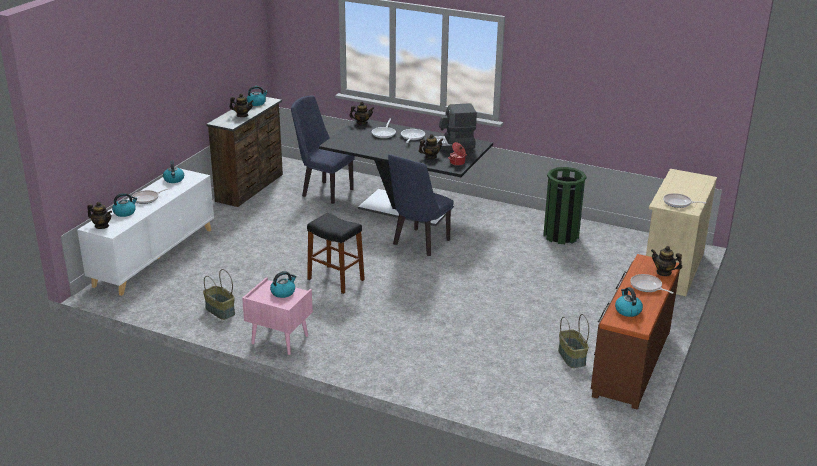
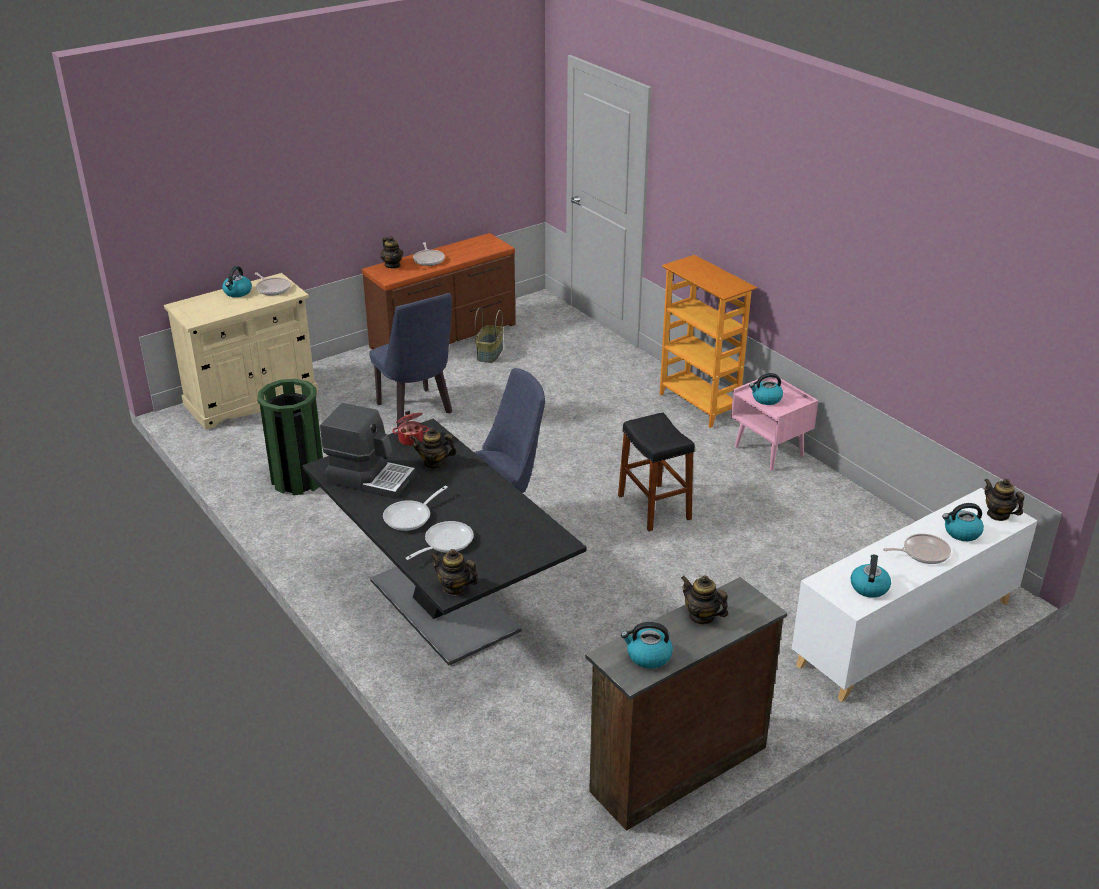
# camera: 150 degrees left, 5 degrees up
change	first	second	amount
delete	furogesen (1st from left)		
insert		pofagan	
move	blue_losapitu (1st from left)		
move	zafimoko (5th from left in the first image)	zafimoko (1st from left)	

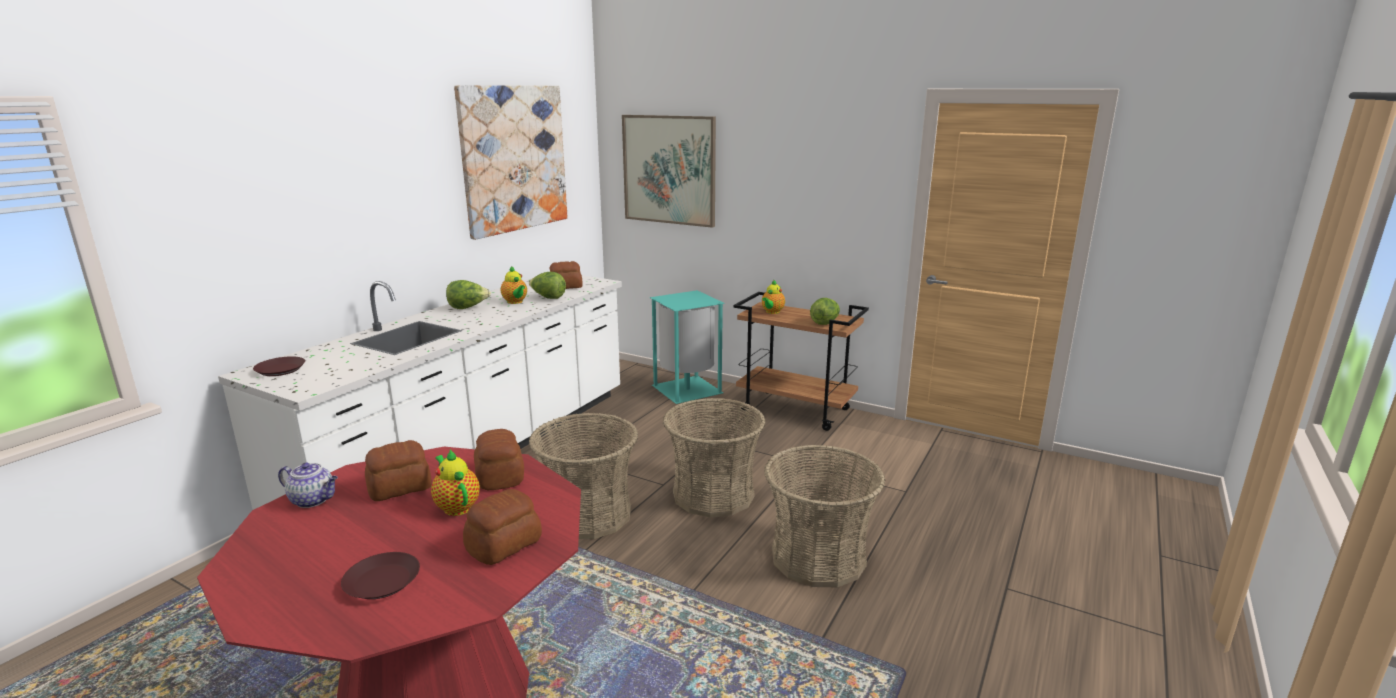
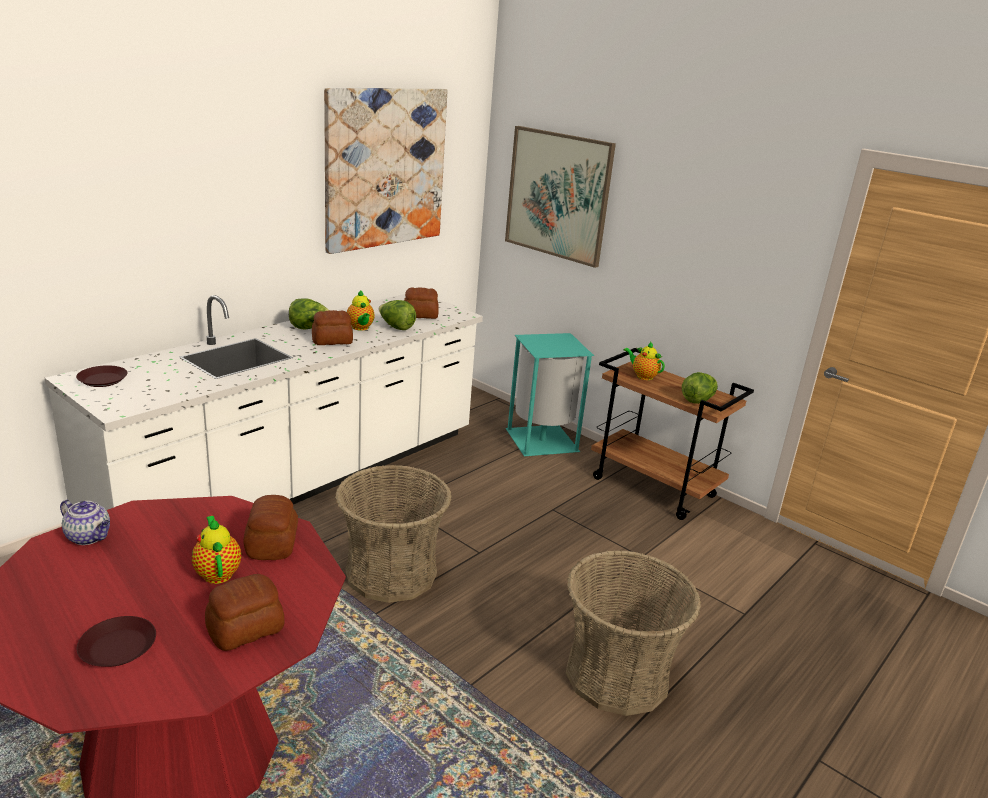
# camera: 10 degrees right, 5 degrees up
change	first	second	amount
delete	furogesen (2nd from left)		
move	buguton (1st from left in the first image)	buguton (3rd from left)	
rotate	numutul (4th from left)		90 degrees clockwise

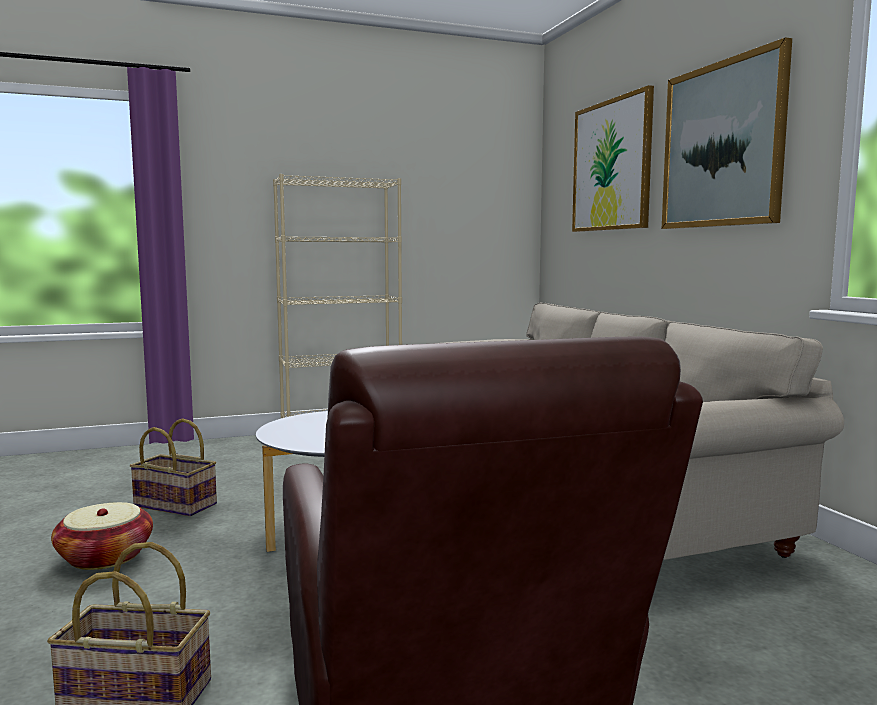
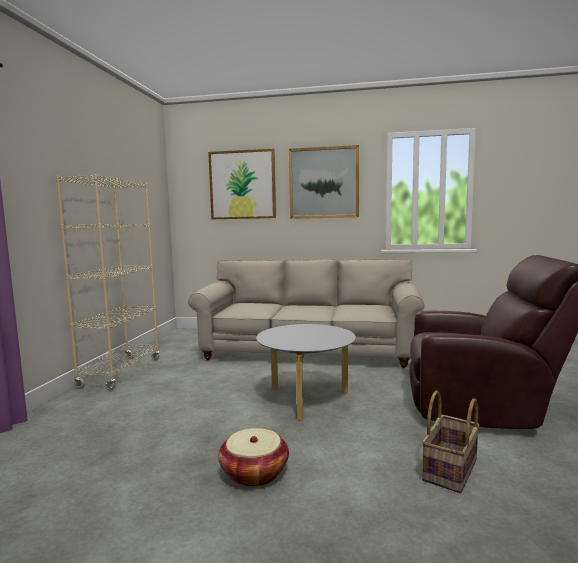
# camera: 60 degrees left, 0 degrees up
change	first	second	amount
delete	furogesen (3rd from left)		

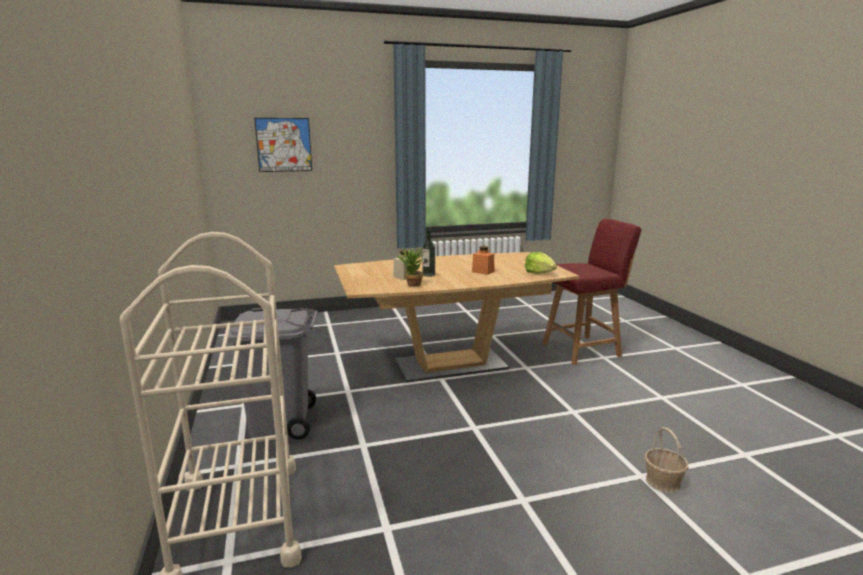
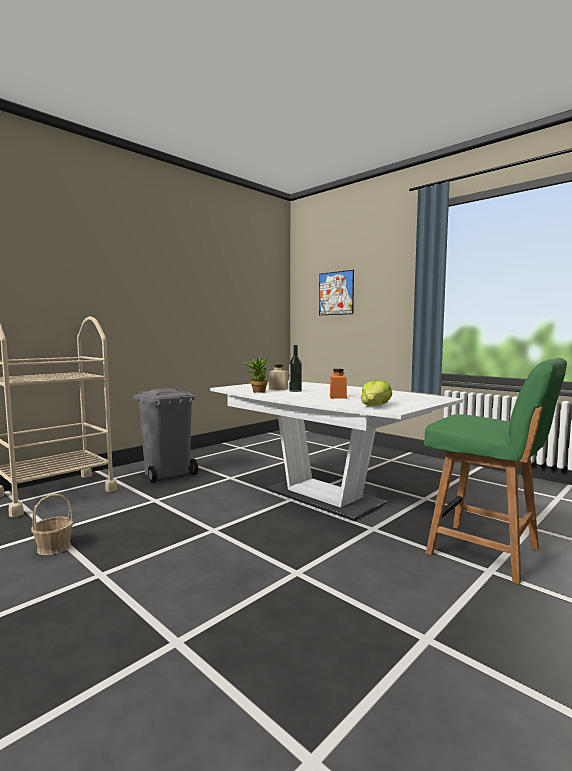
# camera: 60 degrees right, 10 degrees down
change	first	second	amount
move	furogesen		
recolor	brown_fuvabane	white_fuvabane	
recolor	red_losapitu	green_losapitu	

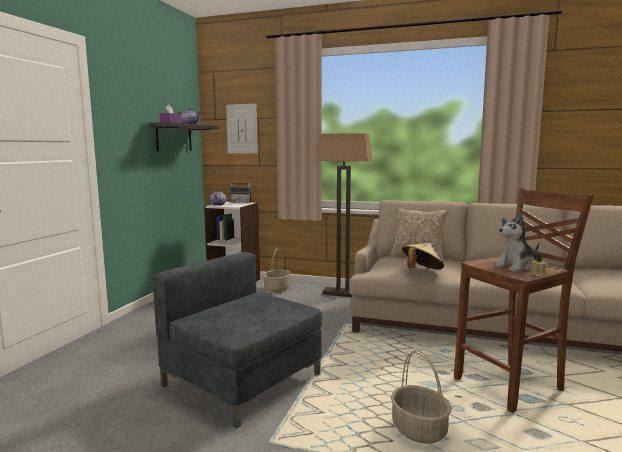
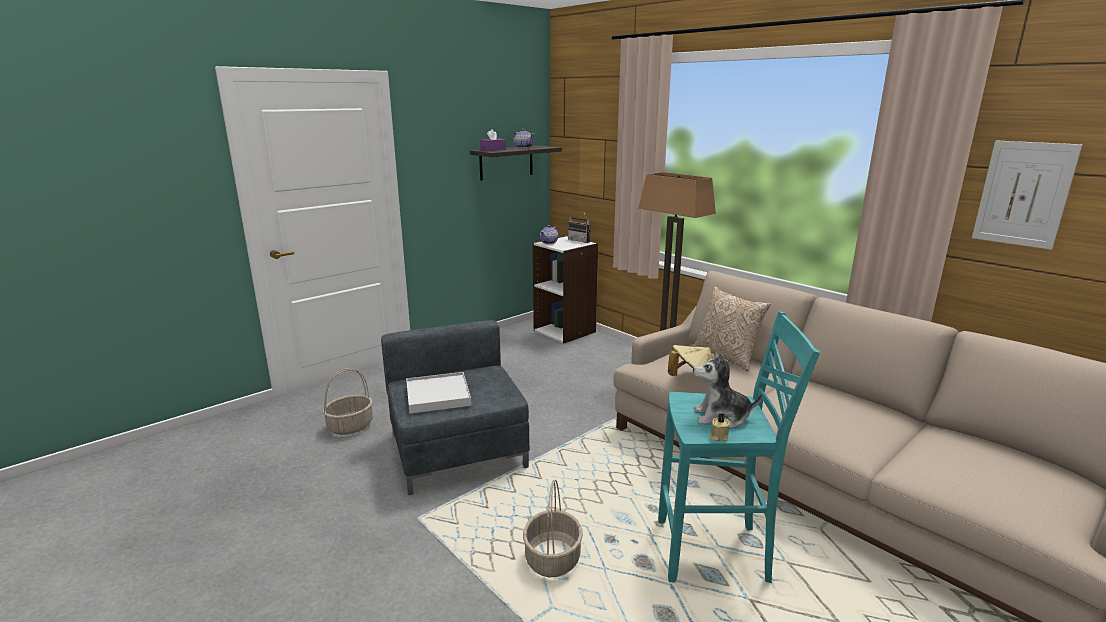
# camera: 30 degrees right, 10 degrees up
change	first	second	amount
insert		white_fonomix	
move	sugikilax		
move	furogesen (1st from left)		
recolor	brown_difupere	turquoise_difupere	

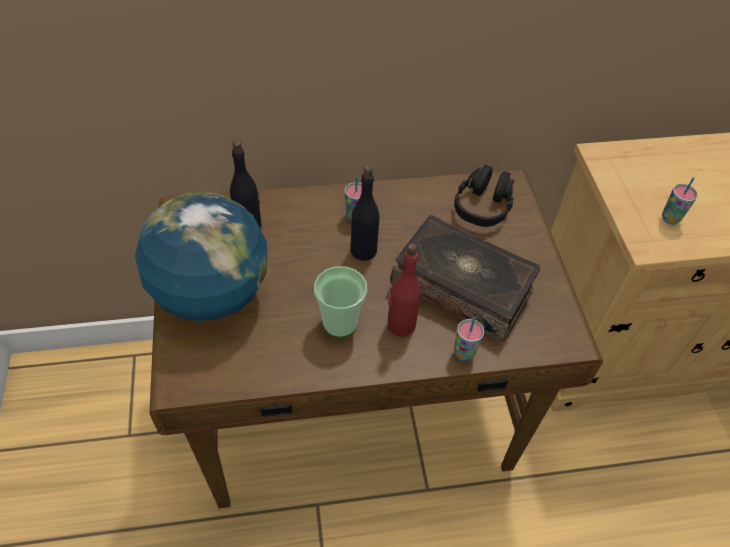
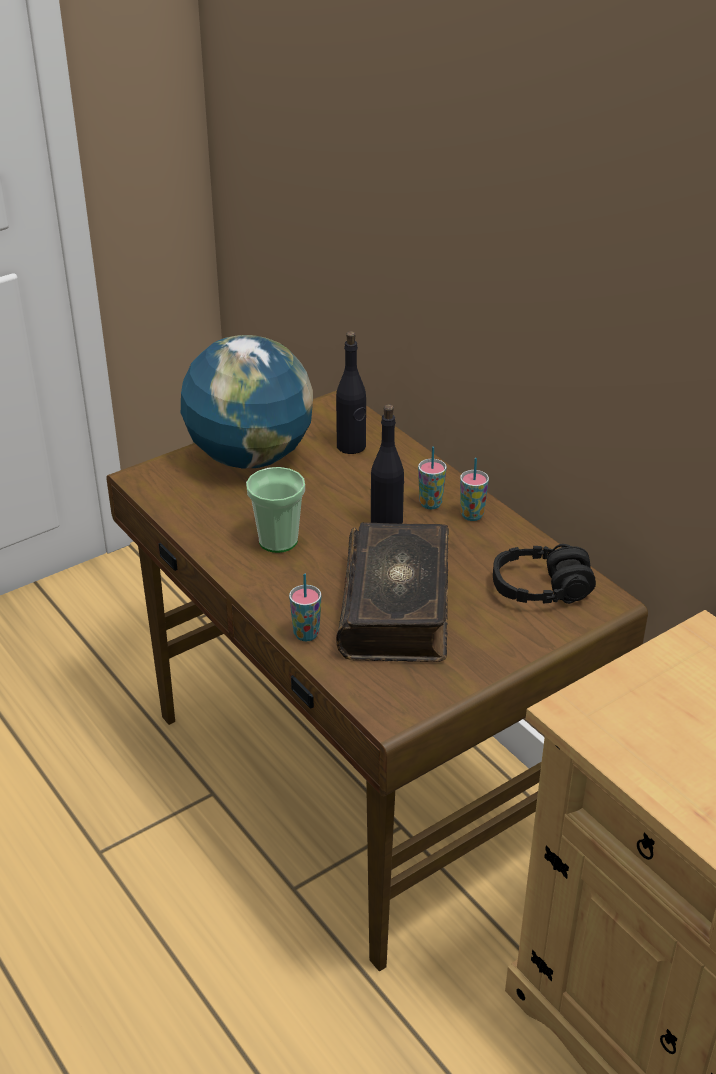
# camera: 65 degrees right, 15 degrees down
change	first	second	amount
delete	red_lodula		
move	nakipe (4th from left)		

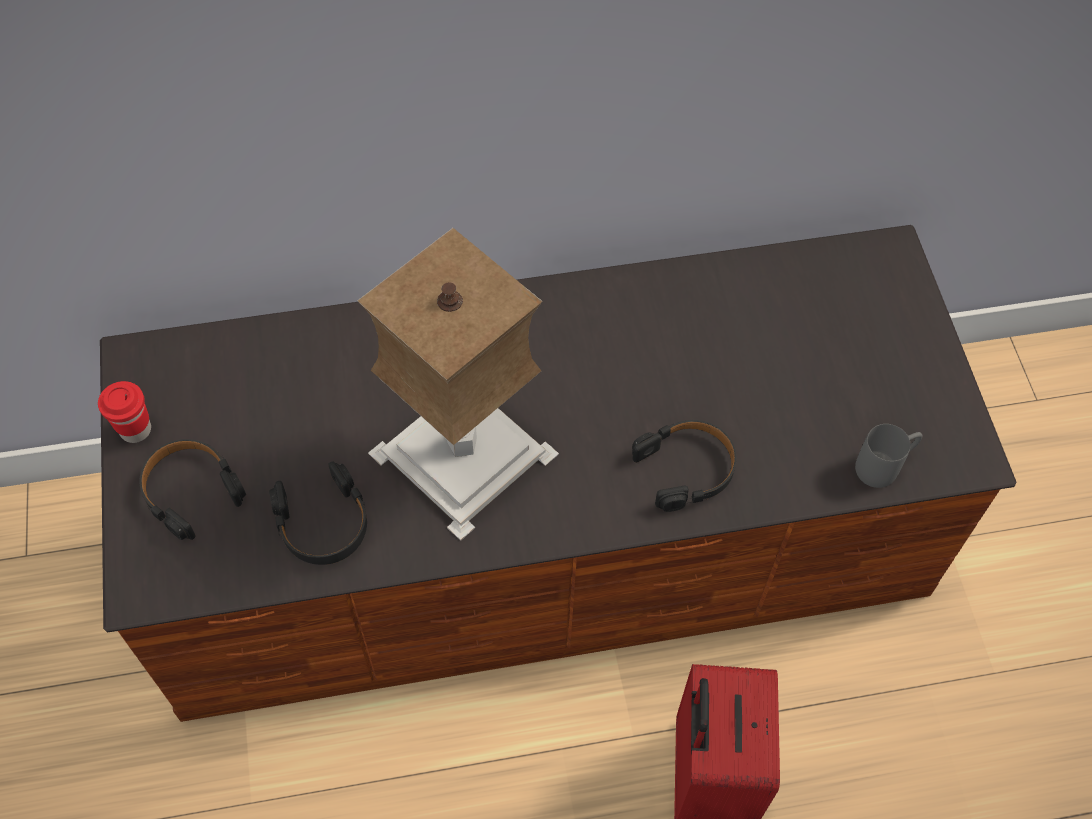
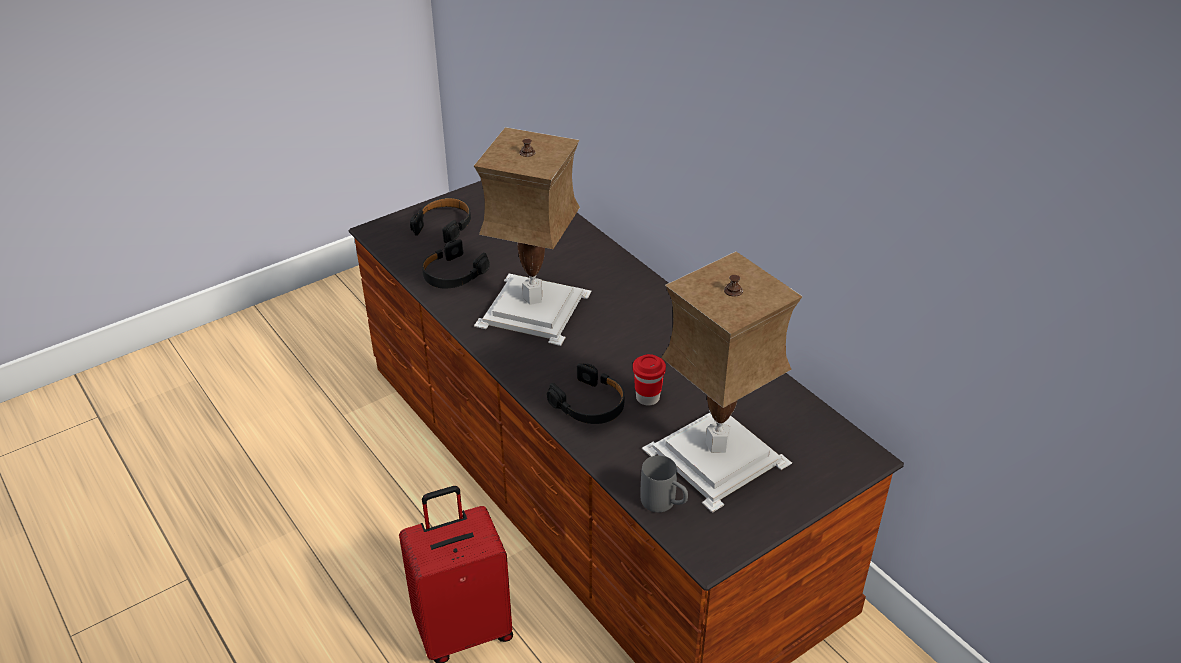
# camera: 65 degrees right, 20 degrees down
change	first	second	amount
insert		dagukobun (2nd from left)	
move	red_nakipe		

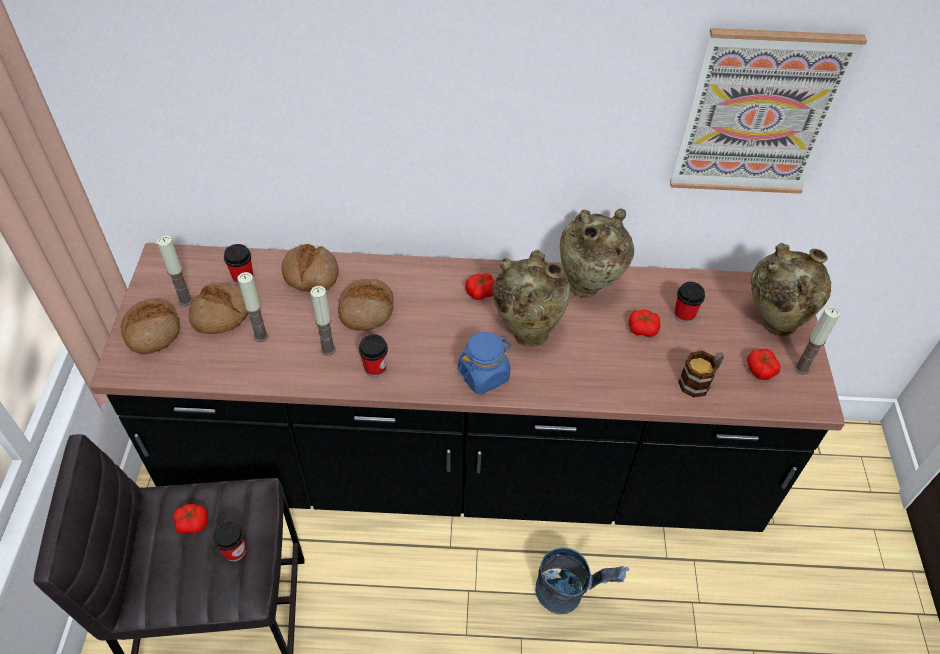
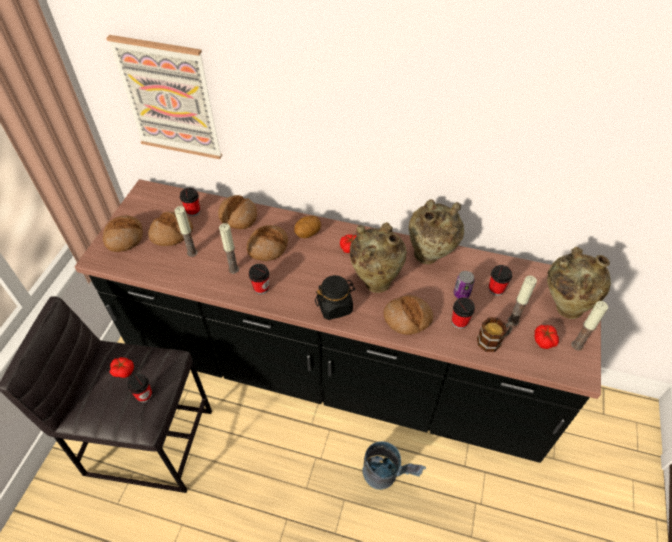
# camera: 15 degrees right, 0 degrees up
change	first	second	amount
insert		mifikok	
insert		buguton (5th from left)	
insert		nakipe (4th from left)	
move	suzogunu (1st from left in the first image)	suzogunu (3rd from left)	
move	sugikilax		
replace	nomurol (3rd from left)	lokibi	
recolor	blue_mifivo	black_mifivo	

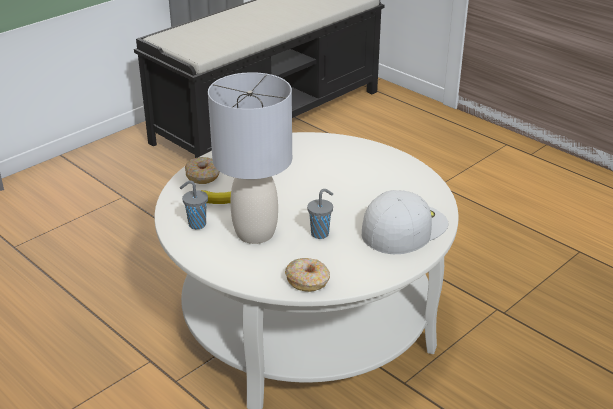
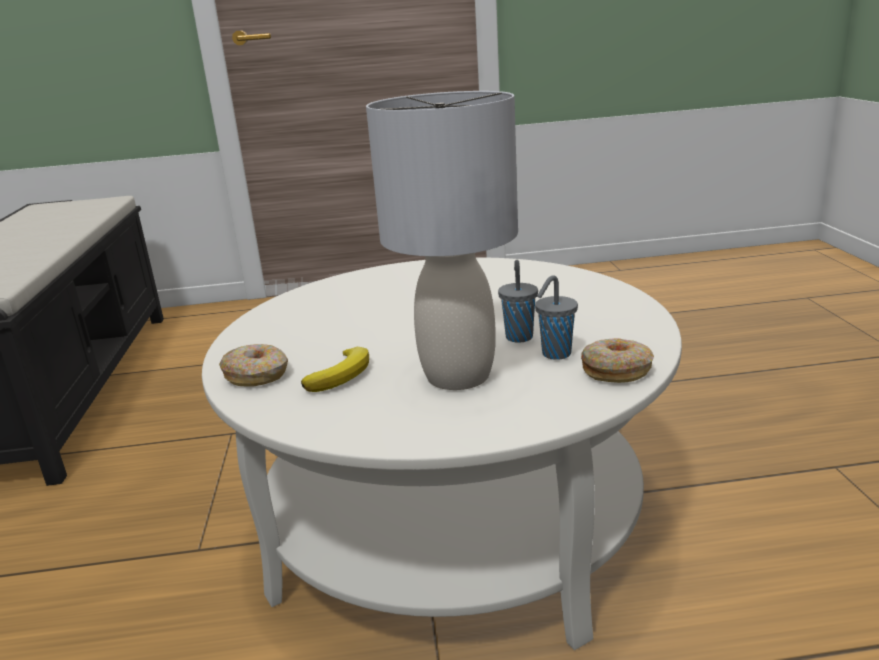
# camera: 50 degrees left, 10 degrees down
change	first	second	amount
delete	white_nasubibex		
move	grey_nakipe (1st from left in the first image)	grey_nakipe (2nd from left)	

